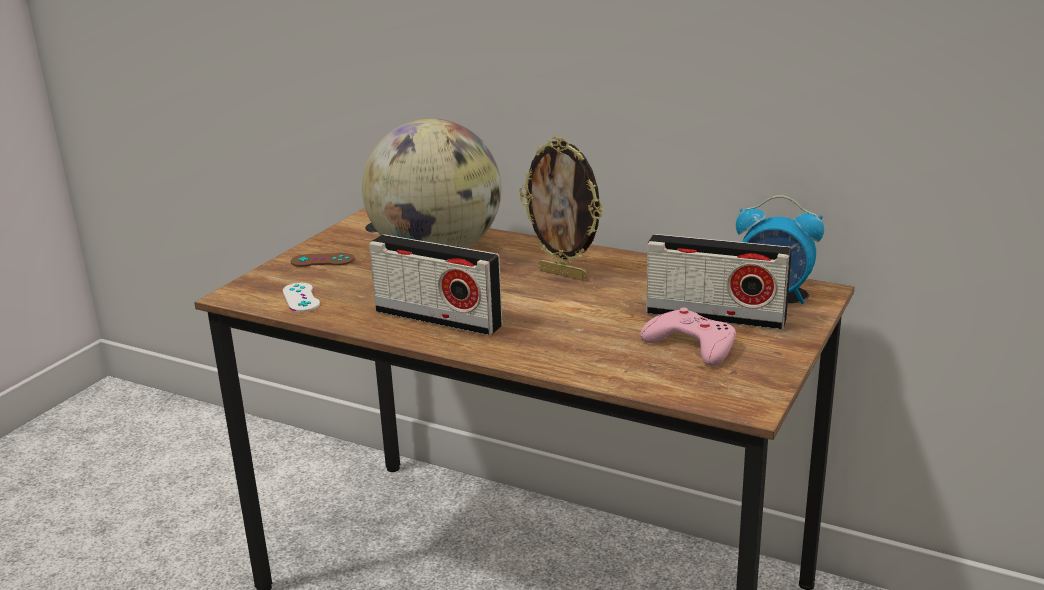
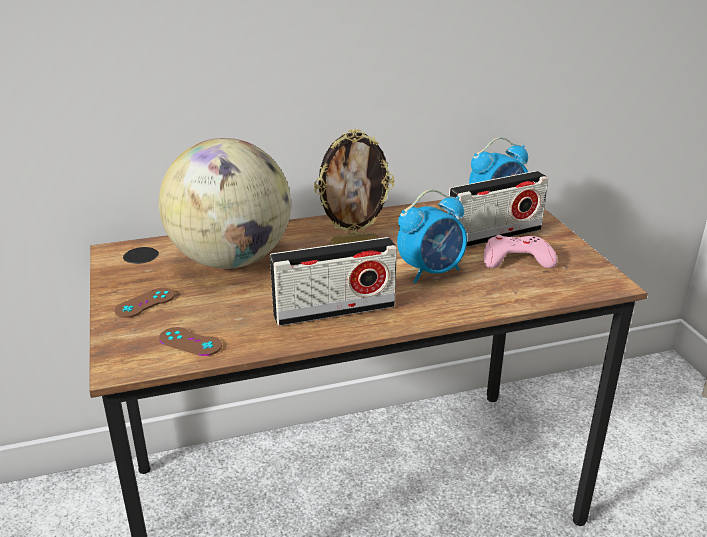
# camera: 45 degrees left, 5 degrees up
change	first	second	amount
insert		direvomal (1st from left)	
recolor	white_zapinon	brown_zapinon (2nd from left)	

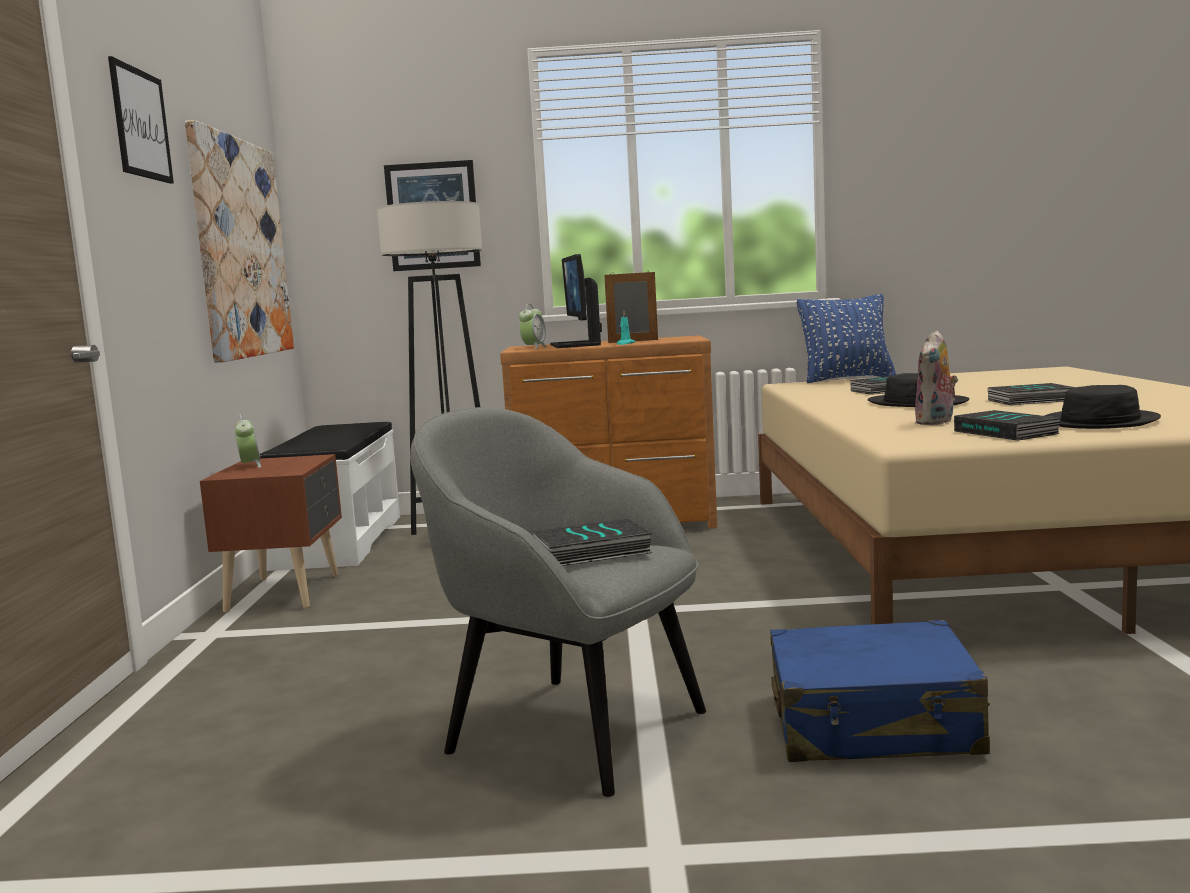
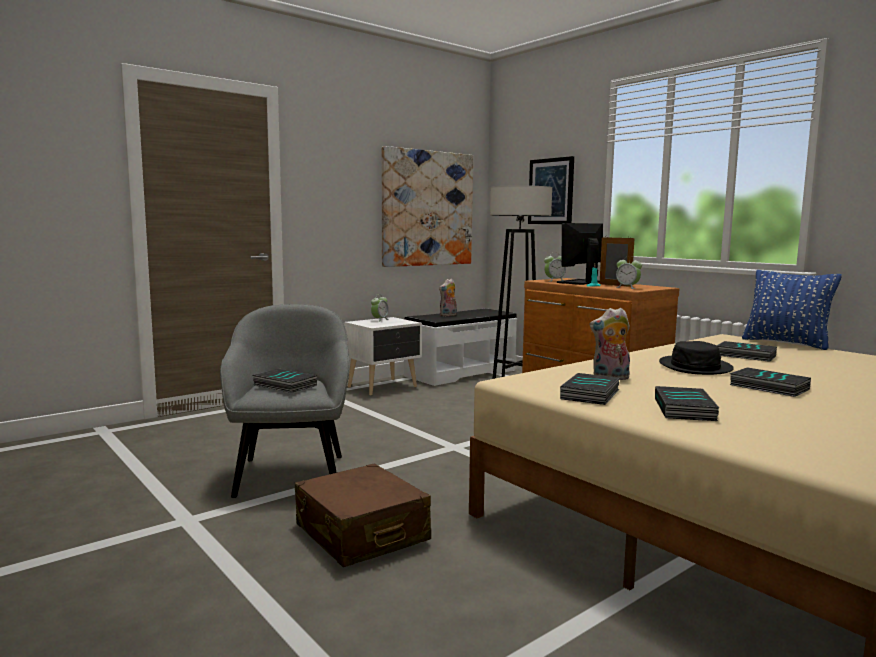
# camera: 50 degrees right, 0 degrees up
change	first	second	amount
delete	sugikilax (1st from left)		
insert		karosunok (1st from left)	
insert		direvomal (3rd from left)	
replace	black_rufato (2nd from left)	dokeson (3rd from left)	
recolor	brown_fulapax	white_fulapax	
recolor	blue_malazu	brown_malazu	

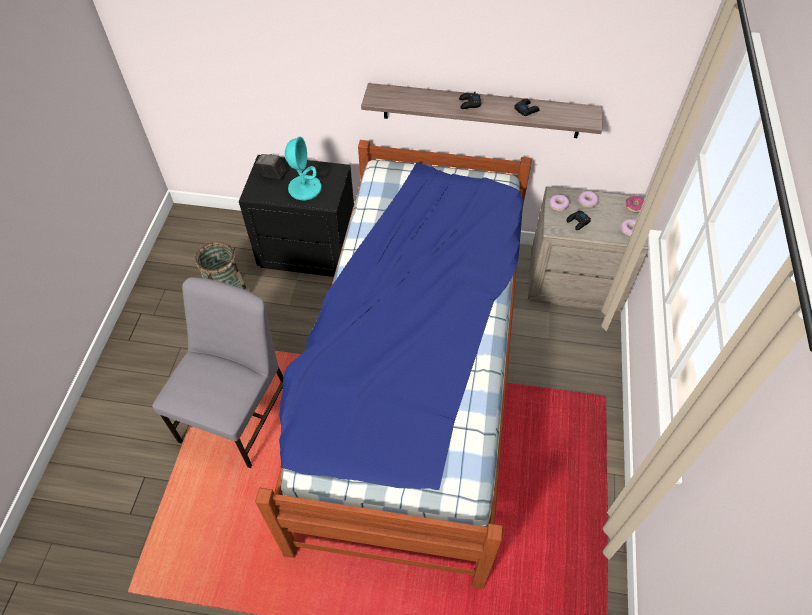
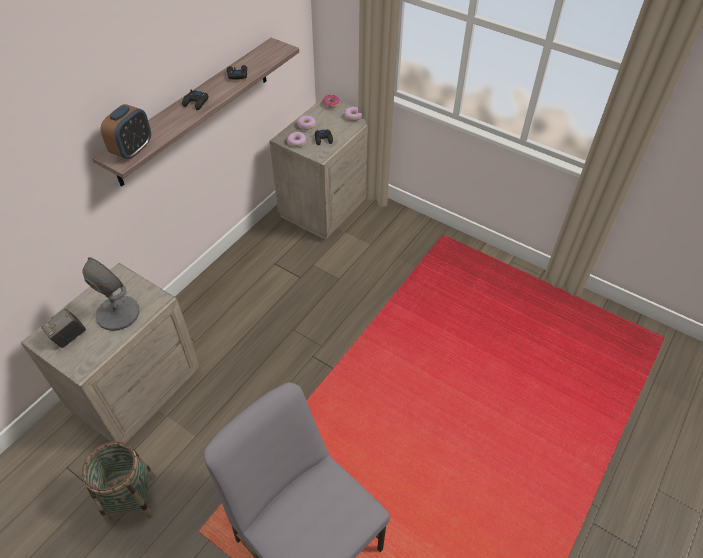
# camera: 65 degrees left, 5 degrees down
change	first	second	amount
delete	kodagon		
insert		direvomal	
recolor	black_fulapax	beige_fulapax (1st from left)	
recolor	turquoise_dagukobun	grey_dagukobun	

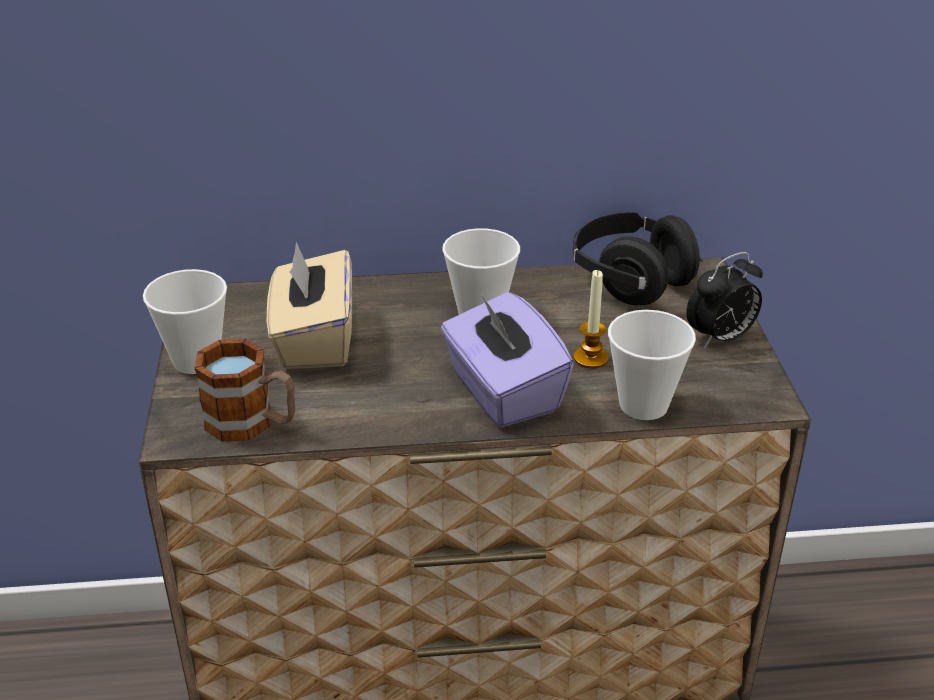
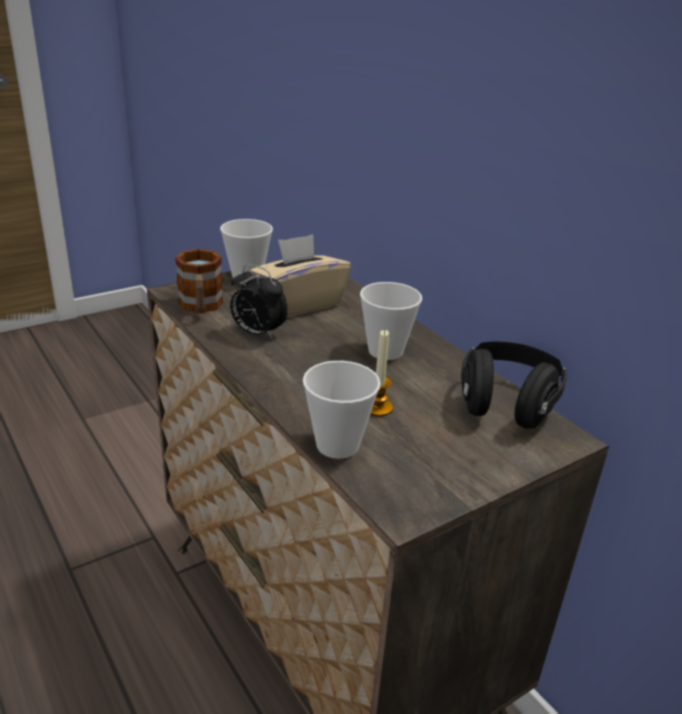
# camera: 60 degrees right, 5 degrees down
change	first	second	amount
delete	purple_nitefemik		
move	direvomal		

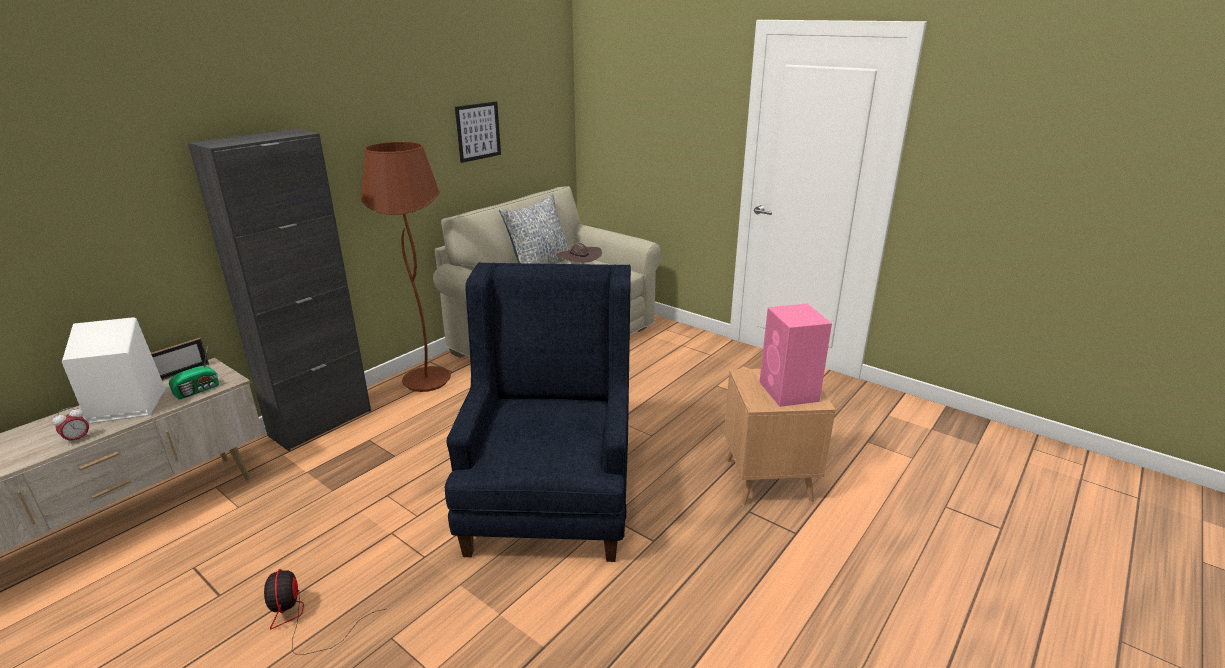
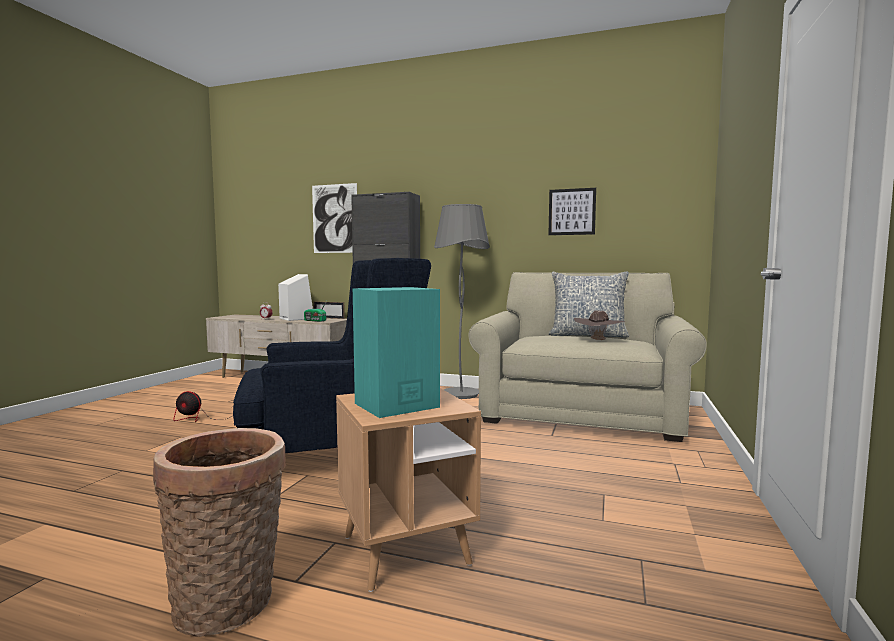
# camera: 70 degrees right, 20 degrees down
change	first	second	amount
insert		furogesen	
insert		sugikilax (1st from left)	
recolor	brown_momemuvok	grey_momemuvok	
recolor	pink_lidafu	turquoise_lidafu	
rotate	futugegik		135 degrees counterclockwise

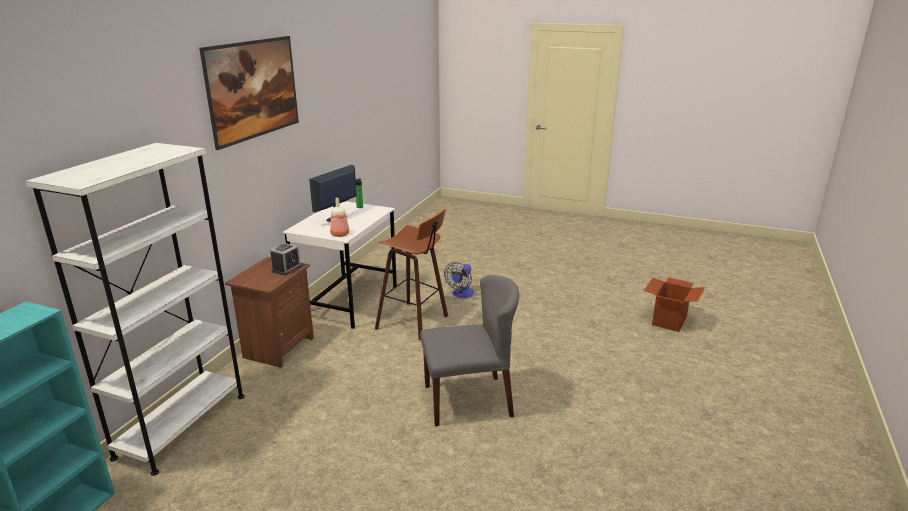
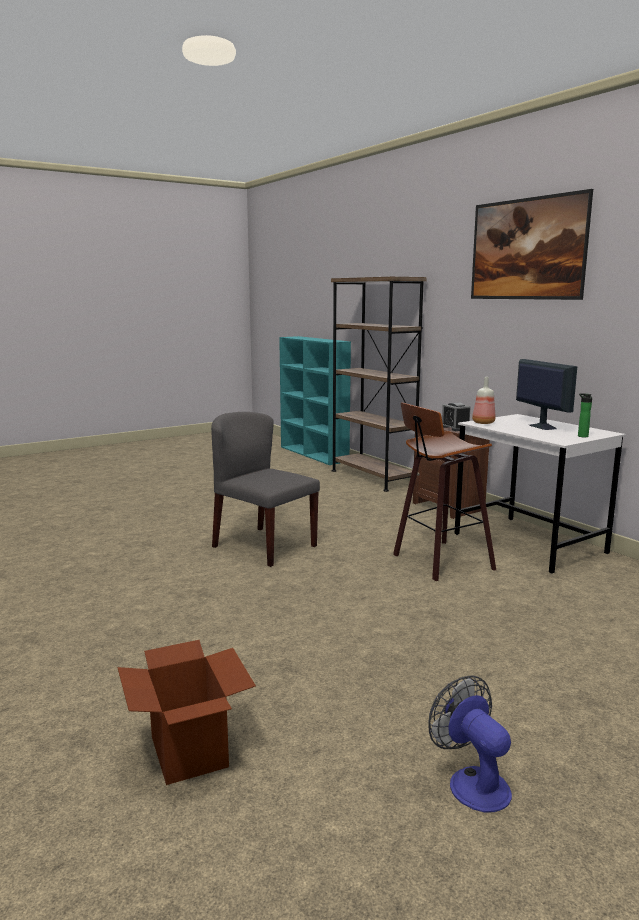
# camera: 125 degrees right, 10 degrees down
change	first	second	amount
move	futugegik		
recolor	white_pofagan	brown_pofagan	
rotate	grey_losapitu		105 degrees clockwise

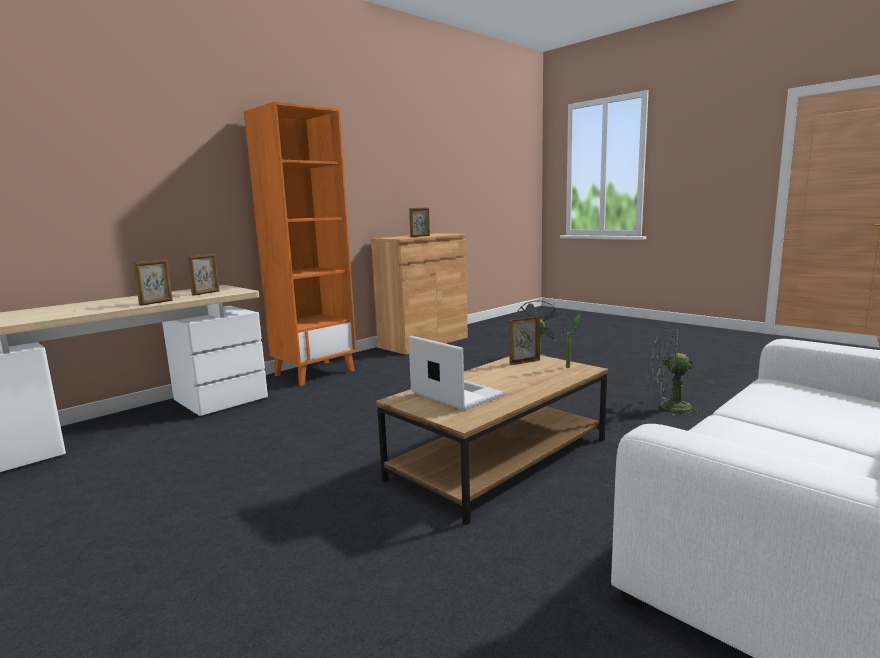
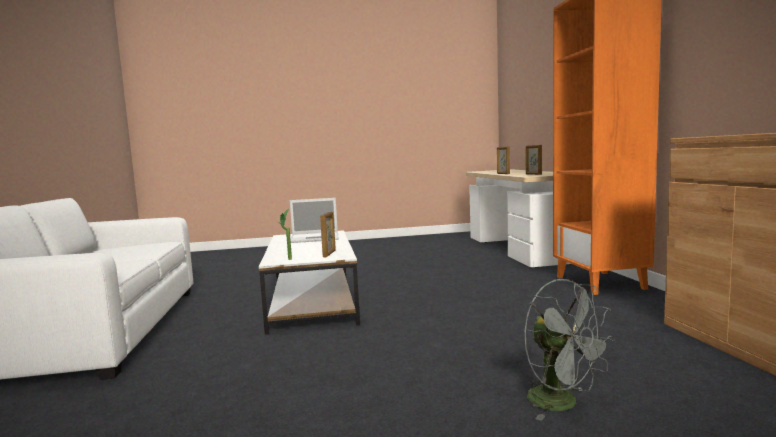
# camera: 125 degrees right, 5 degrees down
change	first	second	amount
delete	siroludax (3rd from left)		
delete	grey_futugegik (2nd from left)		
recolor	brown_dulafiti	white_dulafiti	

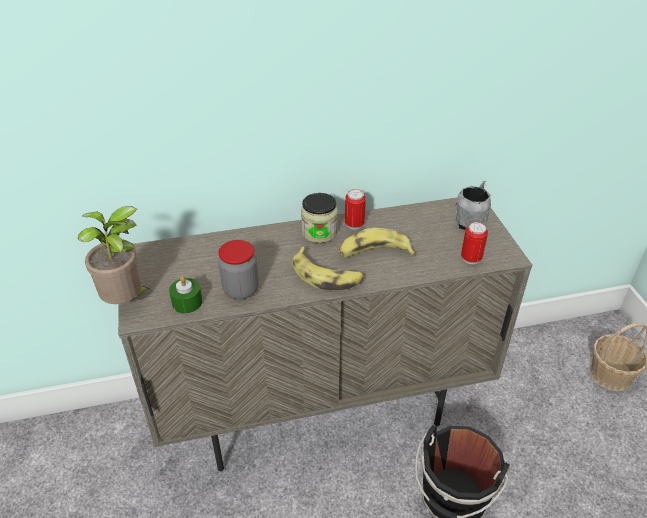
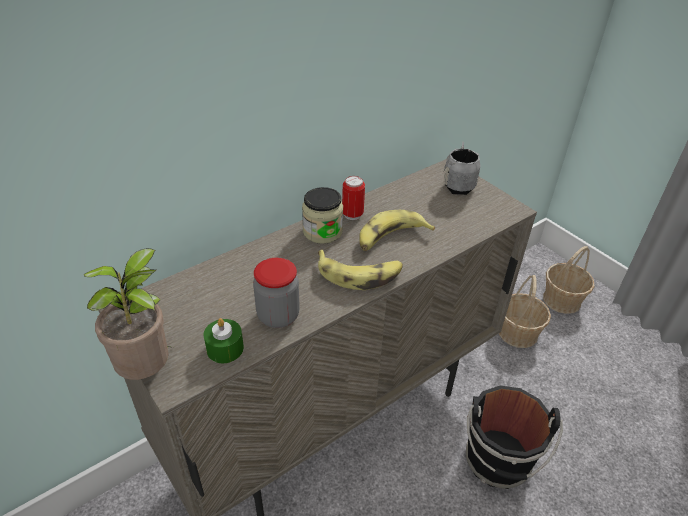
# camera: 25 degrees left, 0 degrees up
change	first	second	amount
delete	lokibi (2nd from left)		
insert		furogesen (1st from left)	

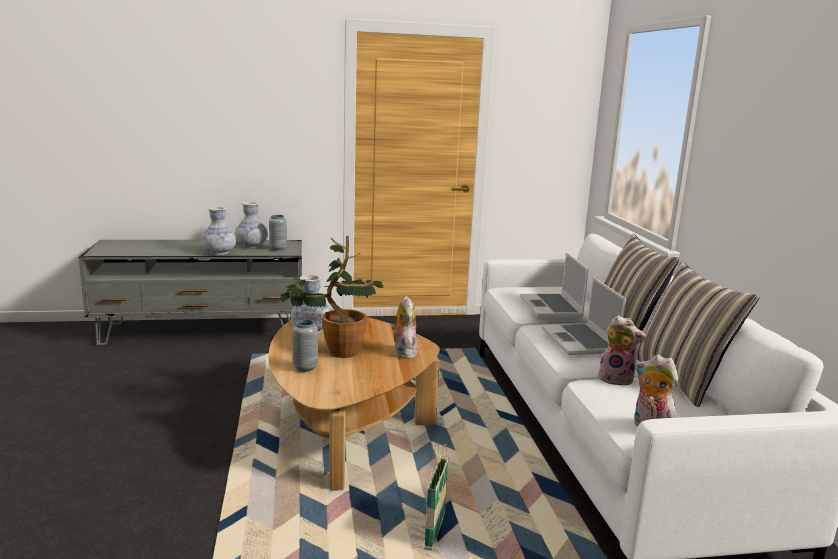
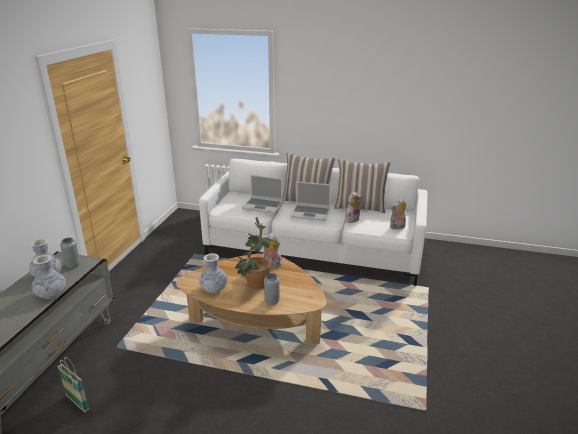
# camera: 65 degrees left, 10 degrees up
change	first	second	amount
move	furogesen		

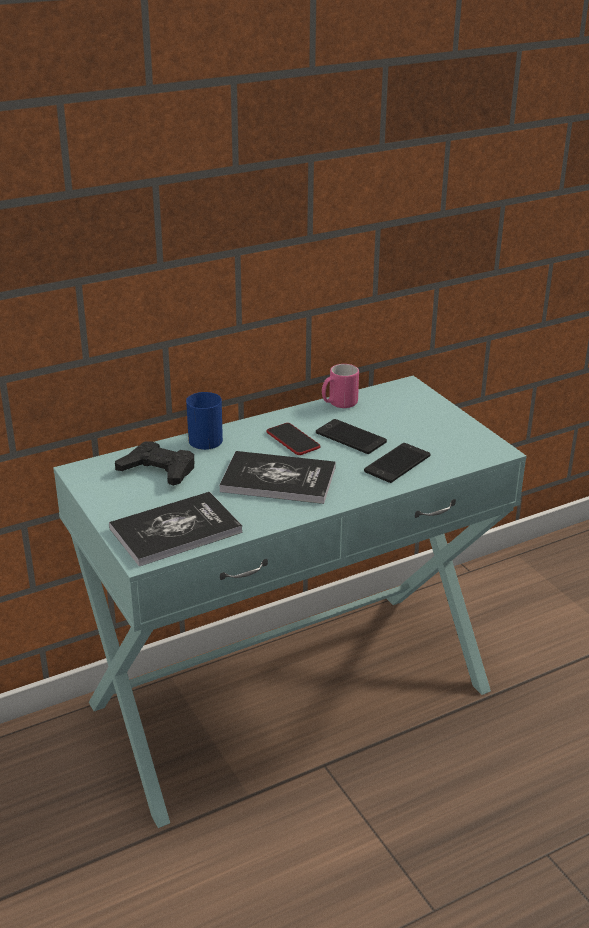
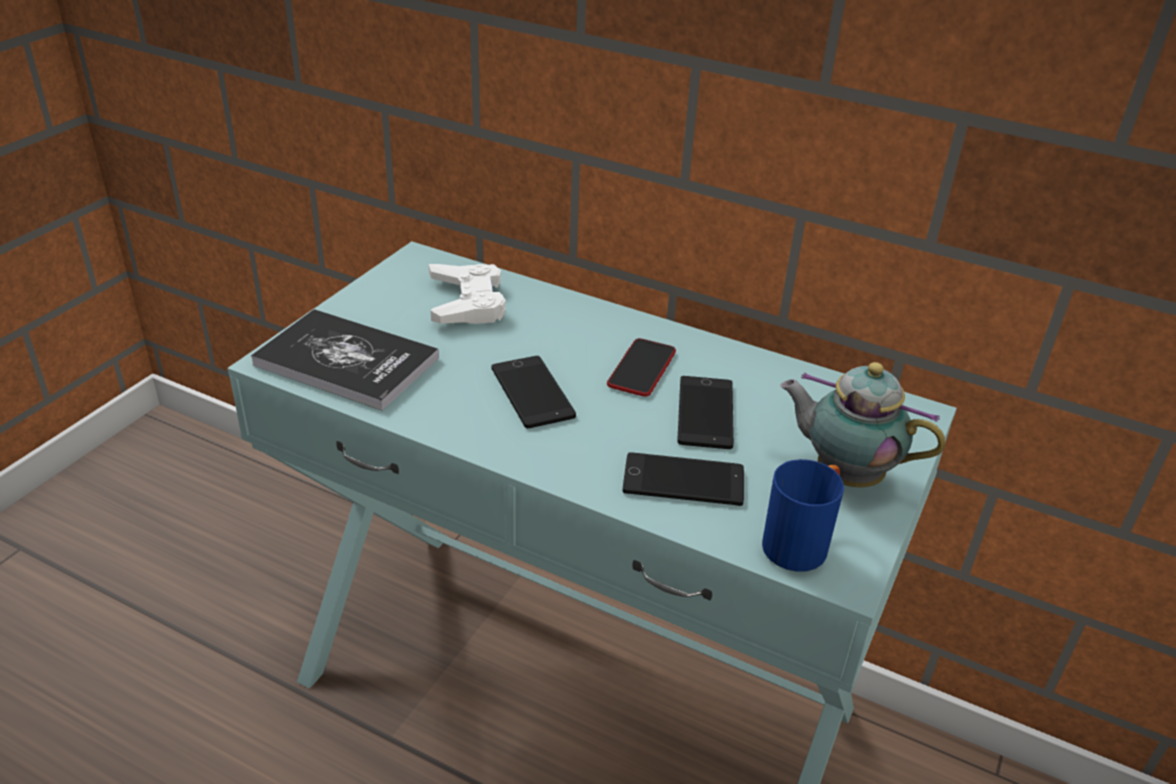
# camera: 55 degrees right, 5 degrees up
change	first	second	amount
delete	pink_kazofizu		
insert		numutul	
move	blue_kazofizu		
replace	dokeson (2nd from left)	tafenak (1st from left)	
recolor	black_zapinon	white_zapinon	

